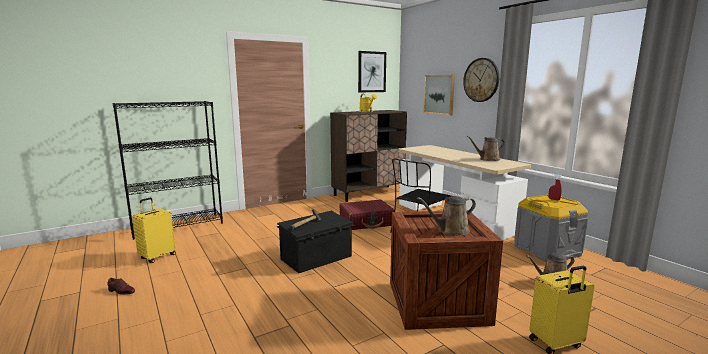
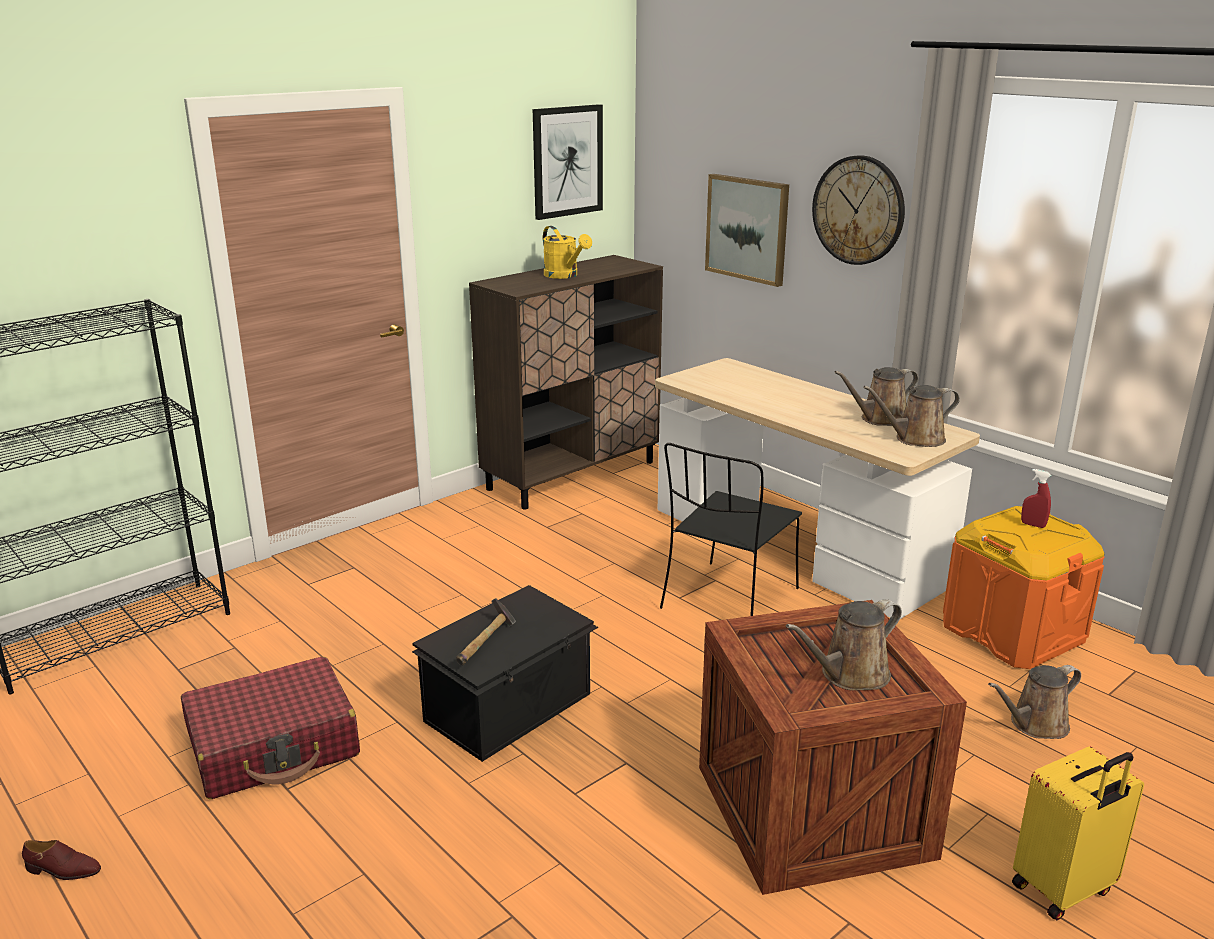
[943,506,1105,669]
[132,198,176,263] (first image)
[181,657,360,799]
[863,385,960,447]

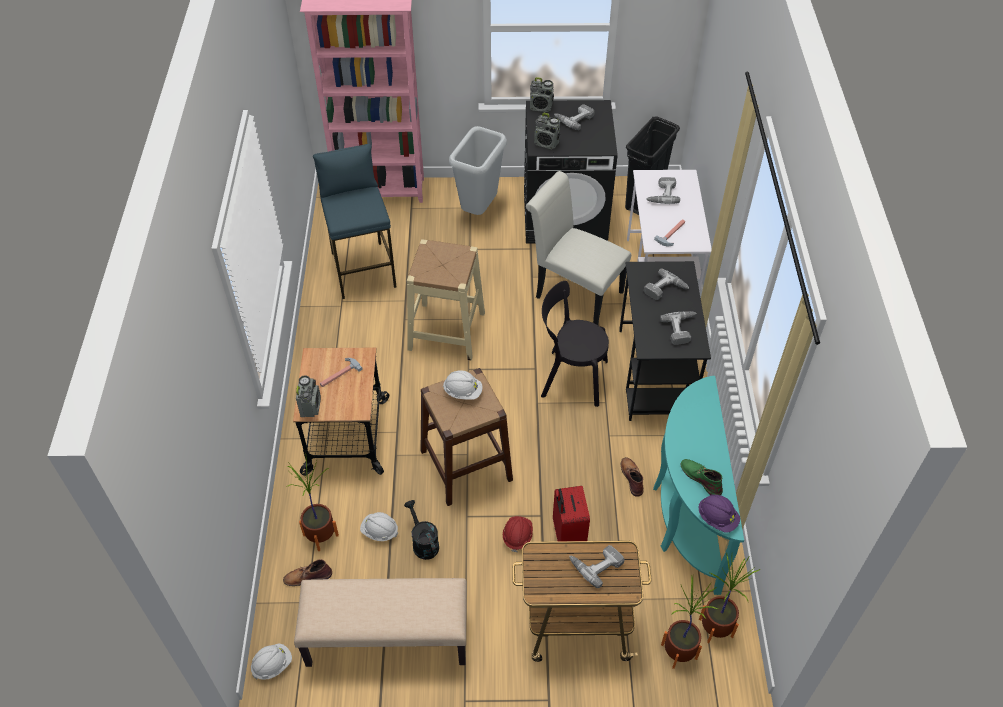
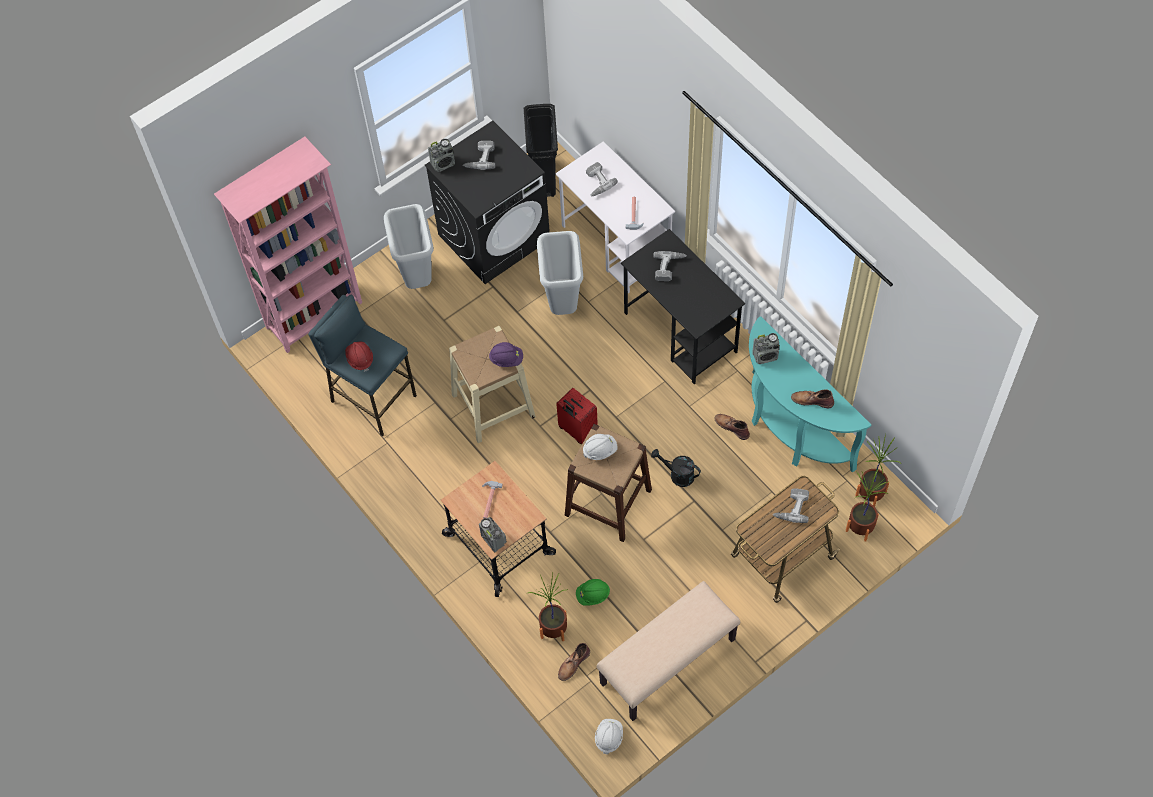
[752,333,780,364]
[537,231,583,315]
[541,281,609,407] (first image)
[660,311,696,345] (first image)
[791,390,834,408]
[556,388,598,444]
[489,342,523,367]
[651,449,701,487]
[576,579,610,606]
[345,342,373,372]

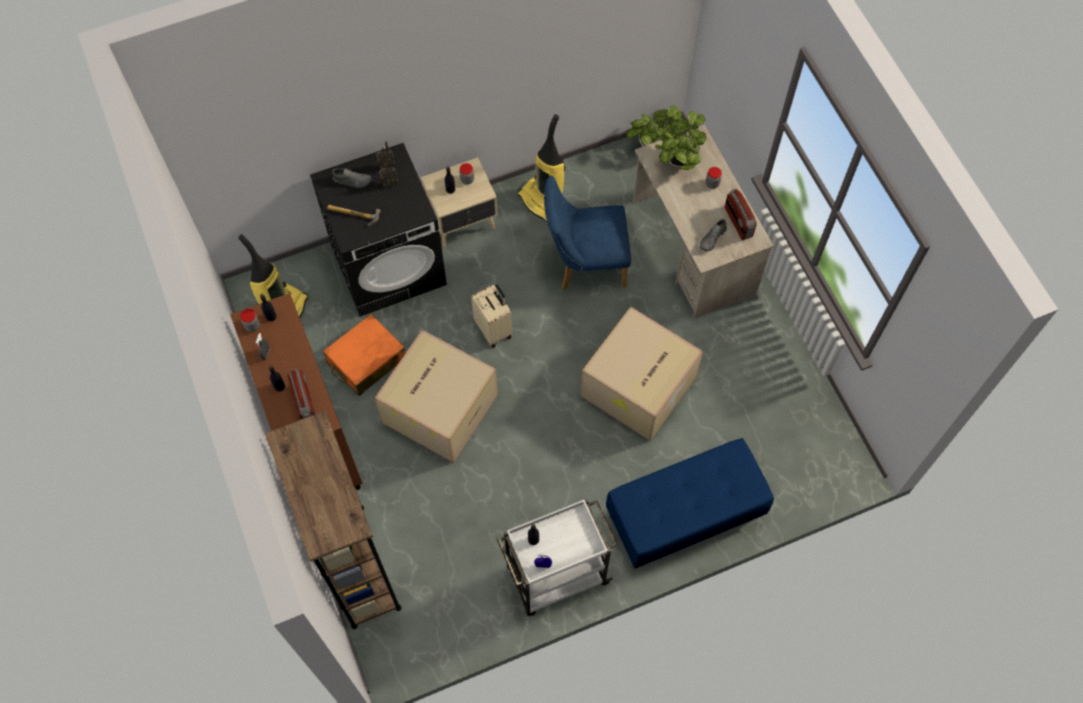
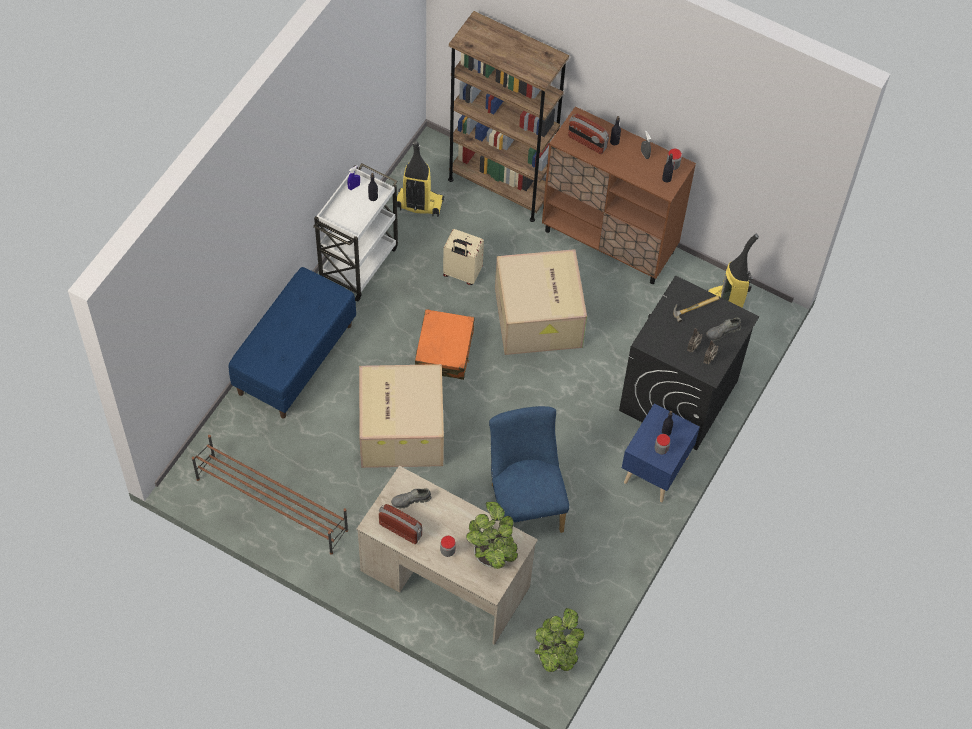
[397,140,444,217]
[622,404,700,502]
[489,406,569,533]
[391,488,431,509]
[443,229,484,285]
[415,309,474,380]
[192,435,348,554]

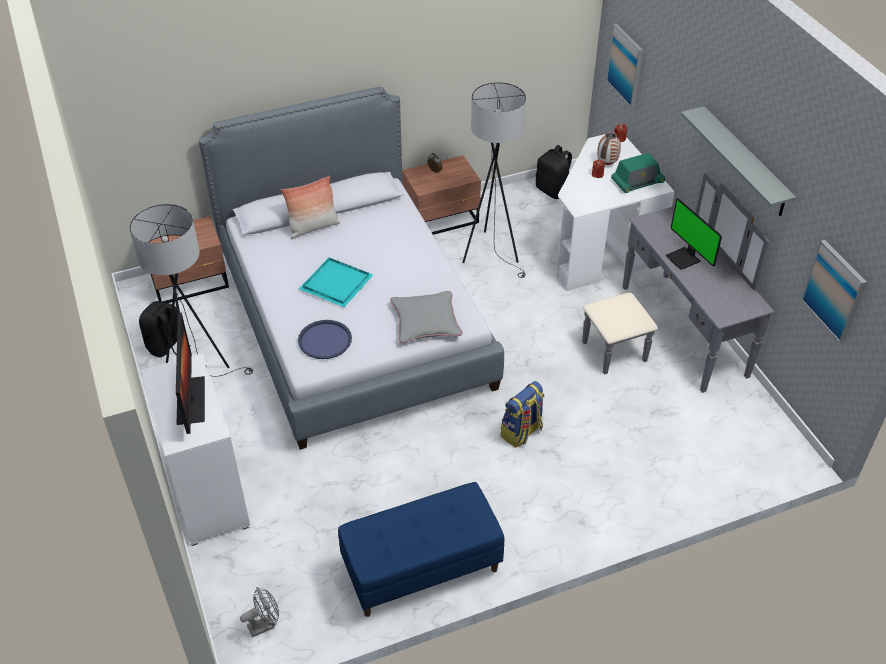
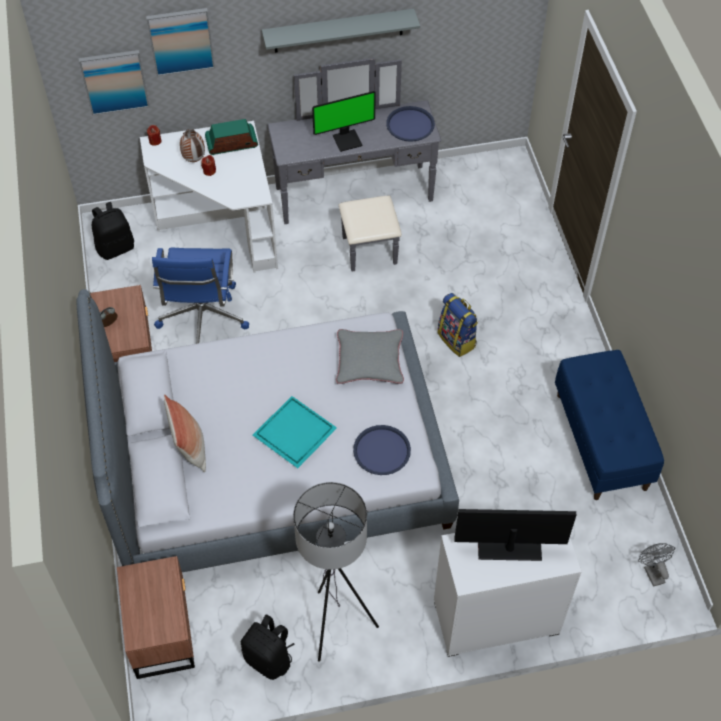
[152,248,249,344]
[205,119,258,155]
[146,8,215,76]
[386,106,435,142]

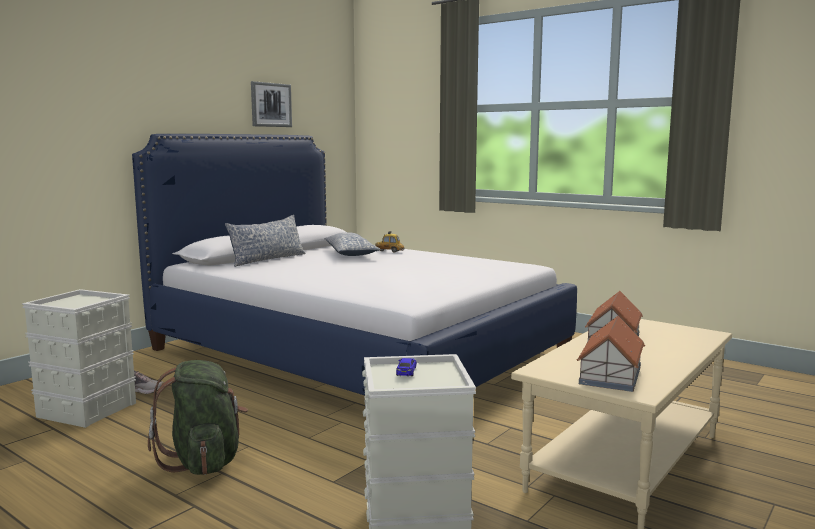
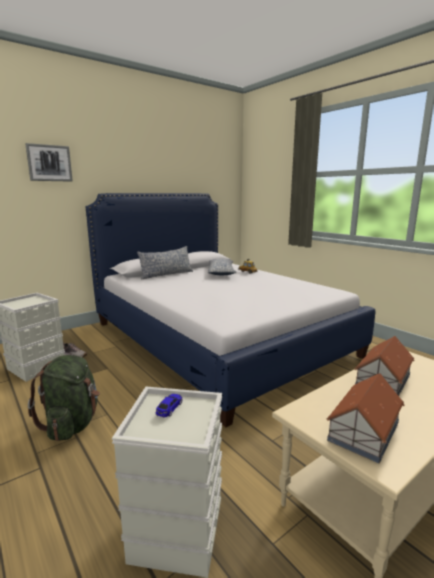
[25,143,73,182]

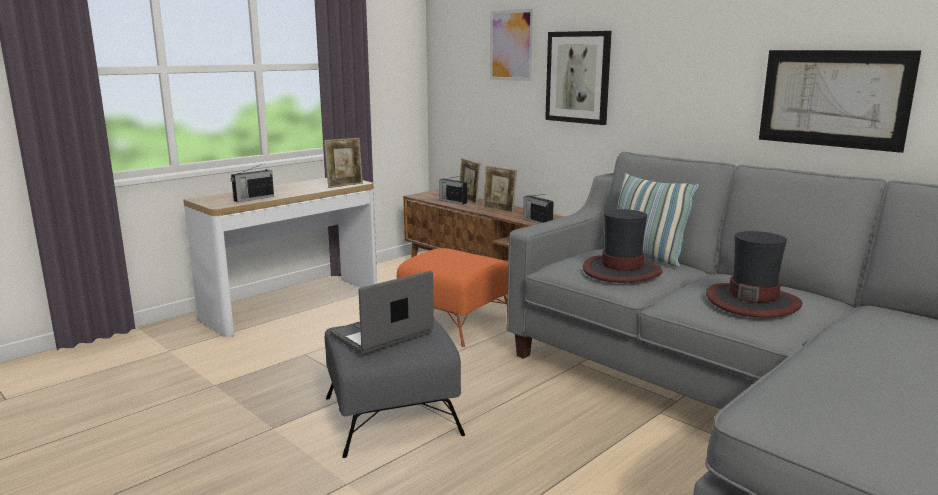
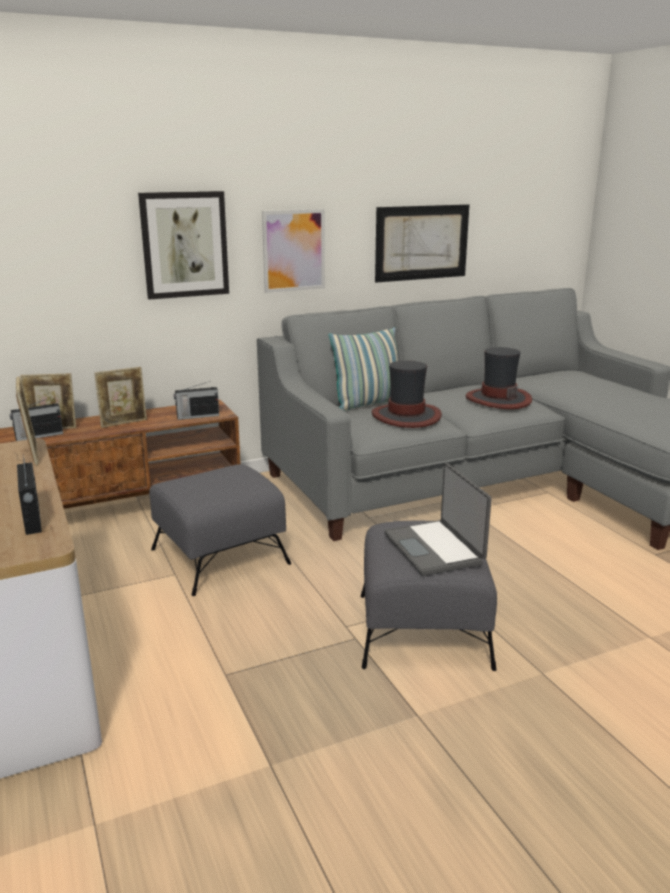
[262,209,325,293]
[149,464,291,596]

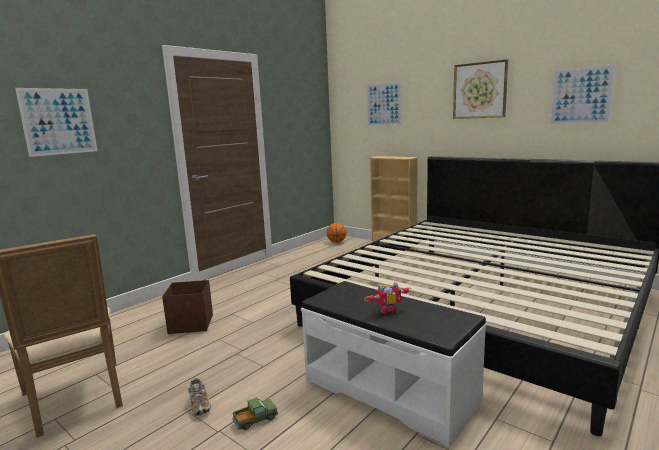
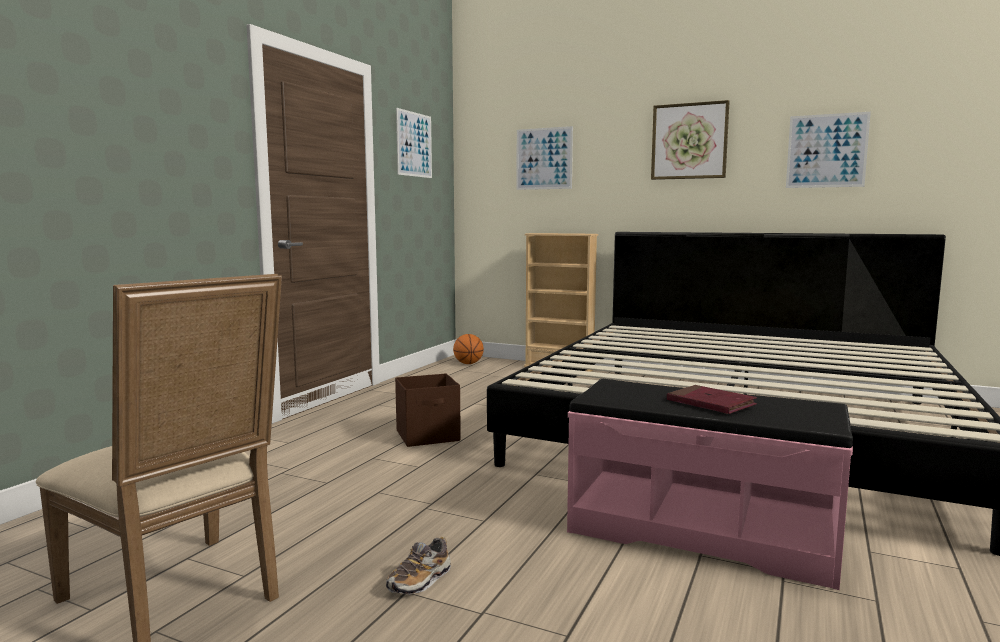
[396,108,432,178]
[395,373,461,447]
[567,379,853,590]
[667,385,757,414]
[386,537,451,595]
[233,398,278,430] (first image)

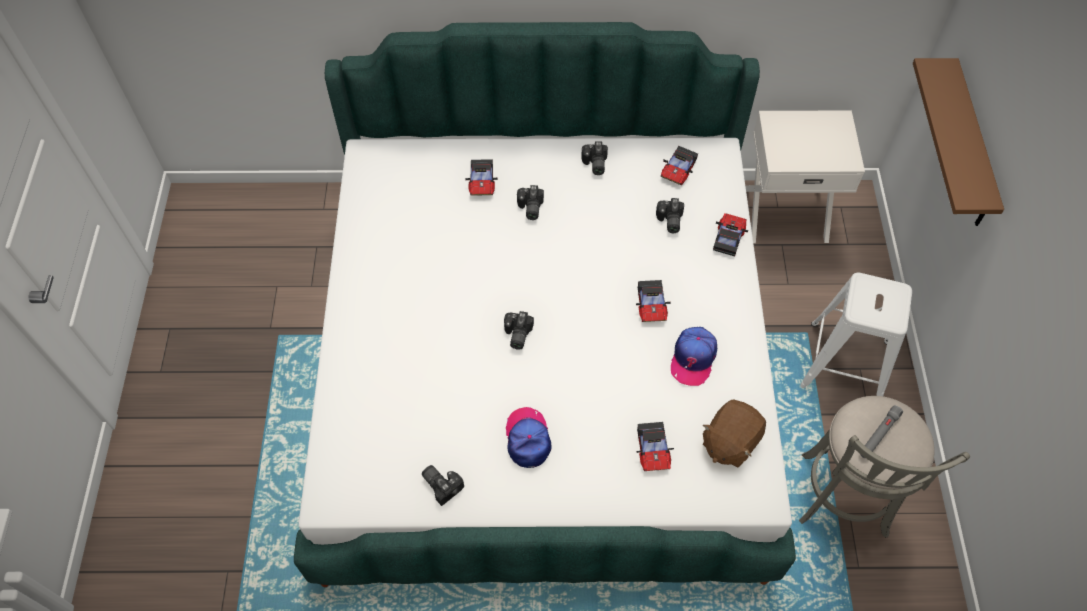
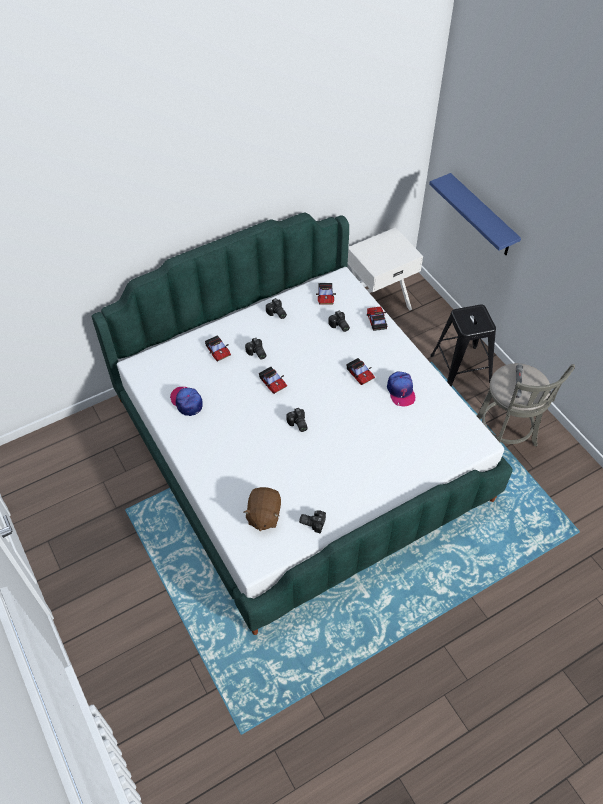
[429,173,521,255]
[430,305,496,386]
[244,487,281,531]
[170,387,203,416]
[259,367,287,394]

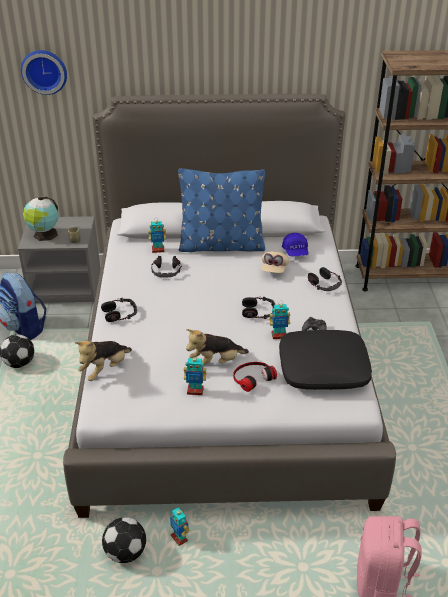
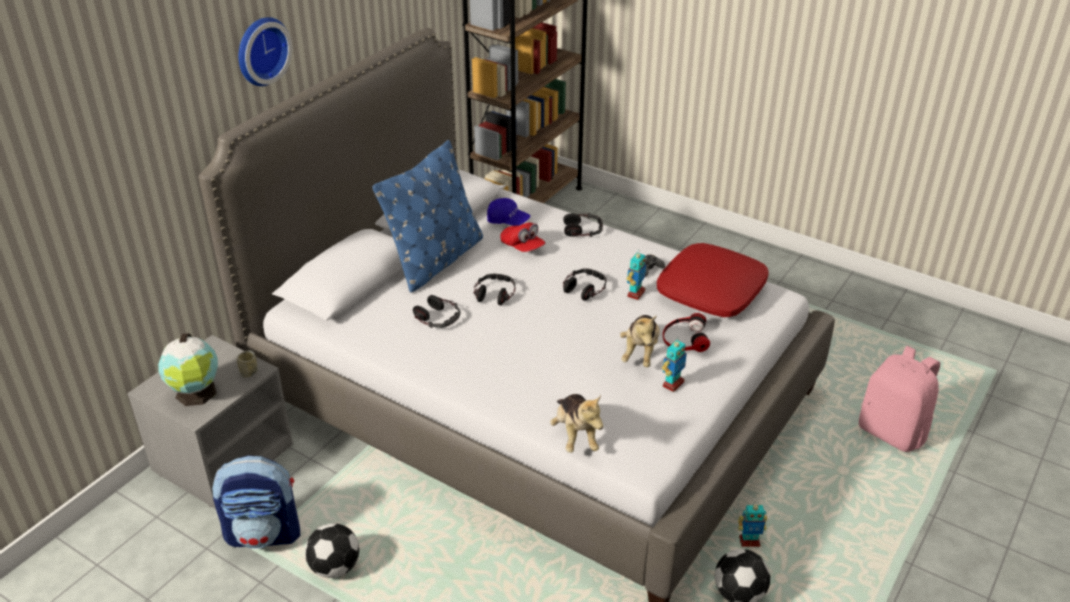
[239,17,292,86]
[148,220,166,253] (first image)
[500,223,545,252]
[474,274,515,305]
[657,243,768,317]

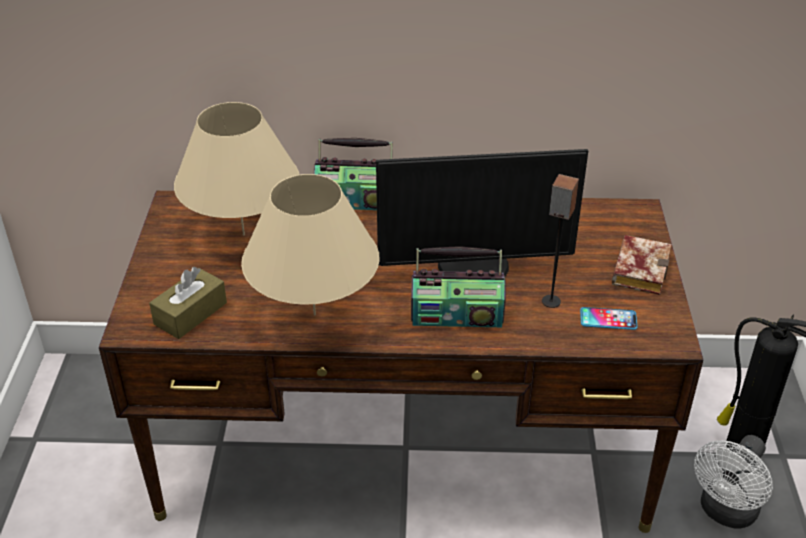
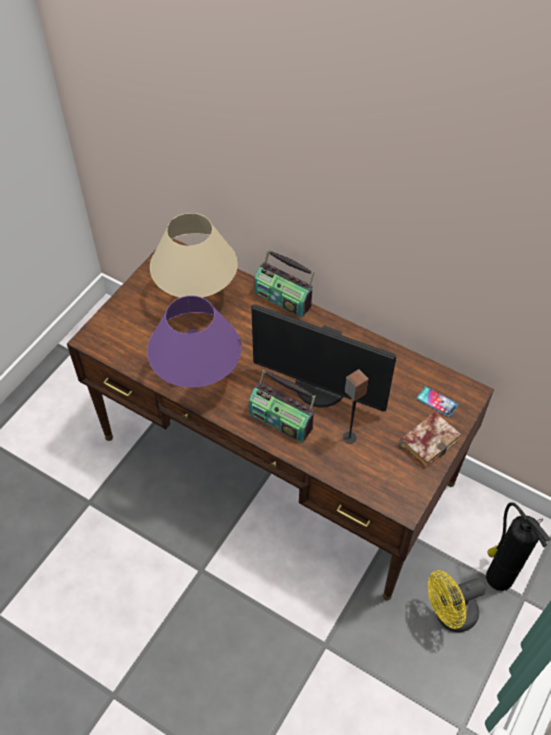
[147,296,242,388]
[149,267,227,339] (first image)
[417,386,458,417]
[428,570,486,632]

